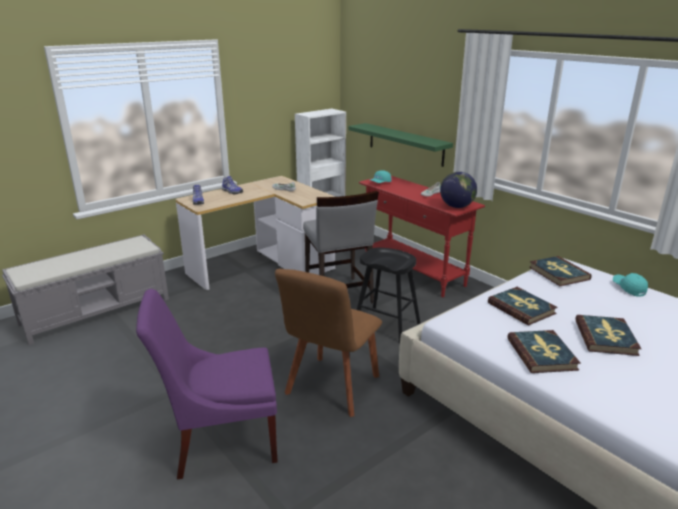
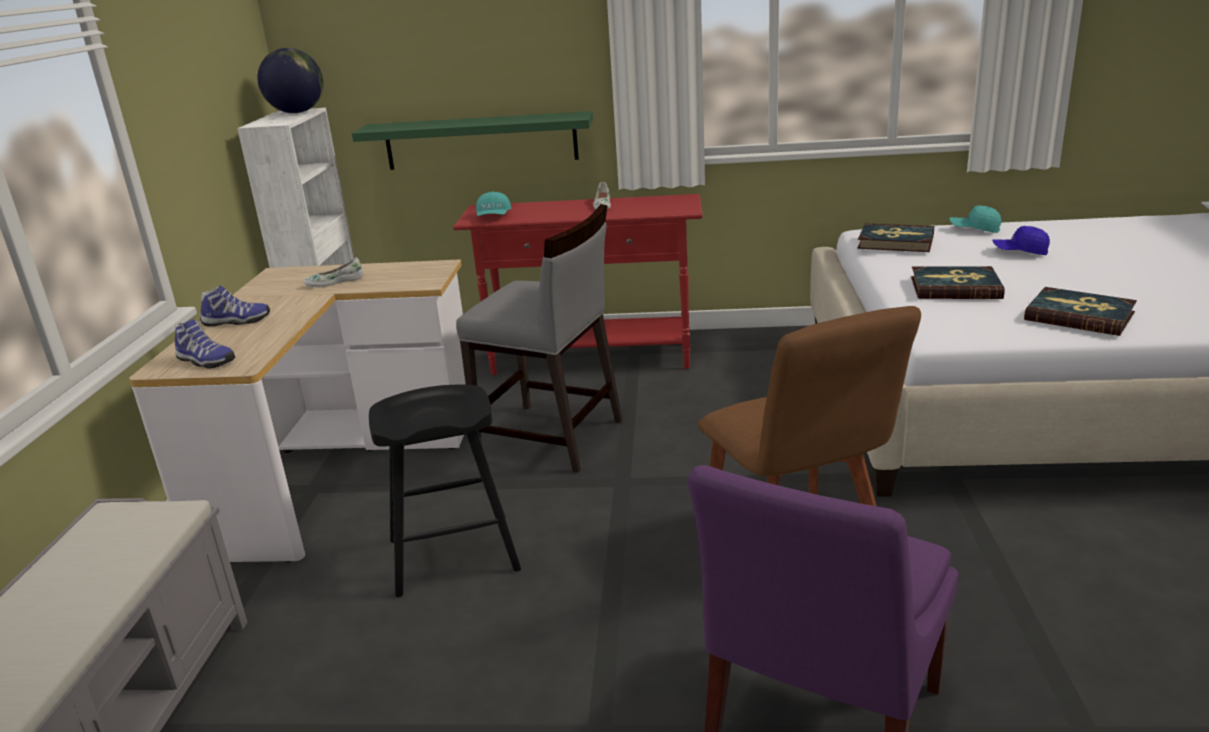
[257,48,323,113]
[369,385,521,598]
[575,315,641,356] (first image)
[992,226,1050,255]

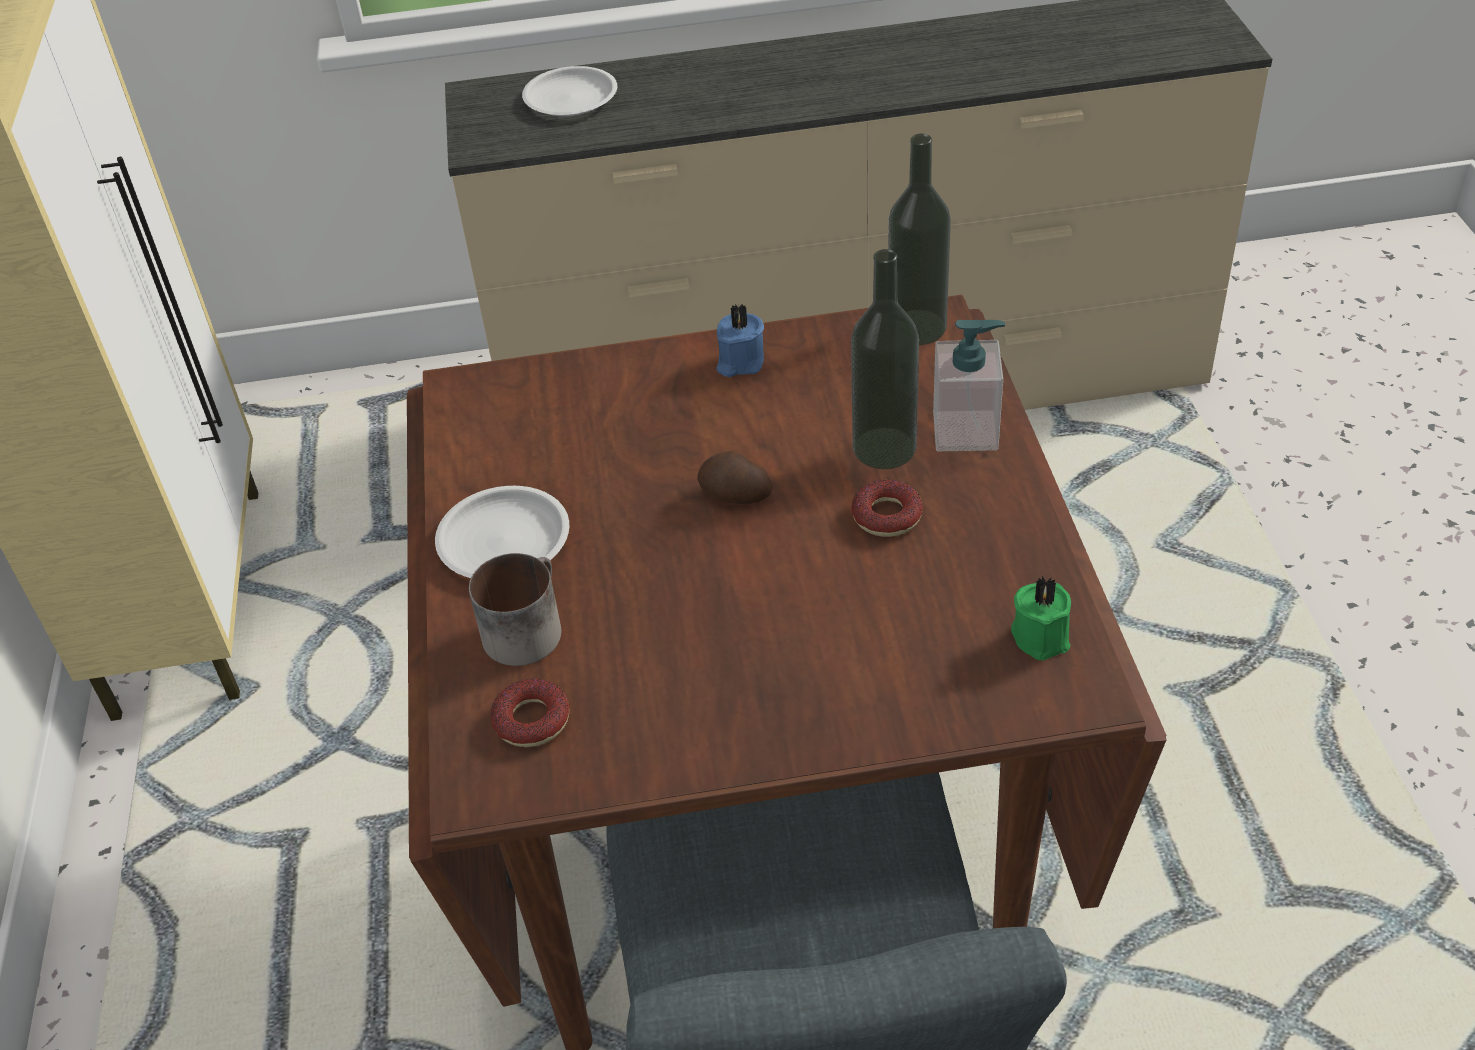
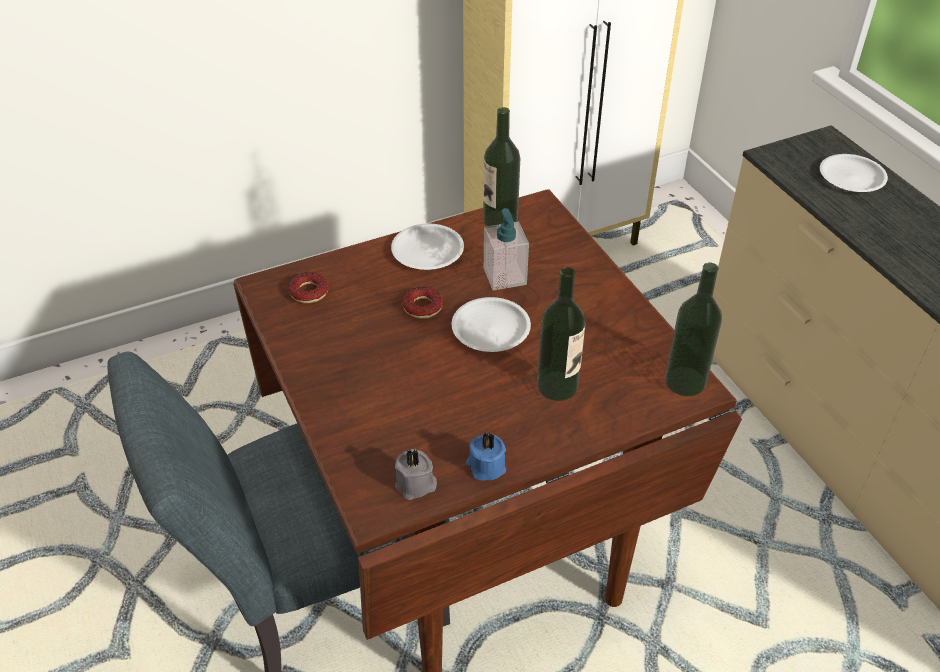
[466,433,506,481]
[484,208,529,290]
[452,297,531,352]
[402,286,443,319]
[469,553,561,666] (first image)
[395,449,437,500]
[483,107,520,226]

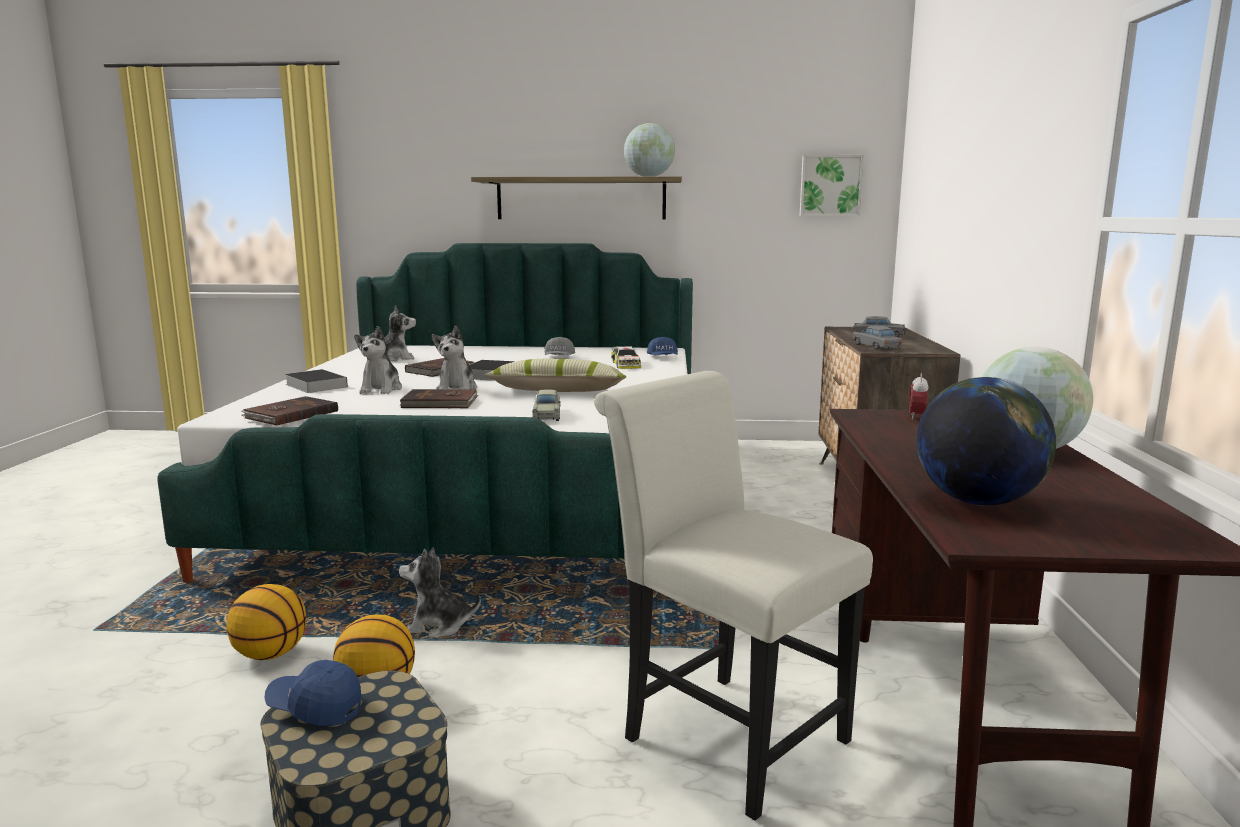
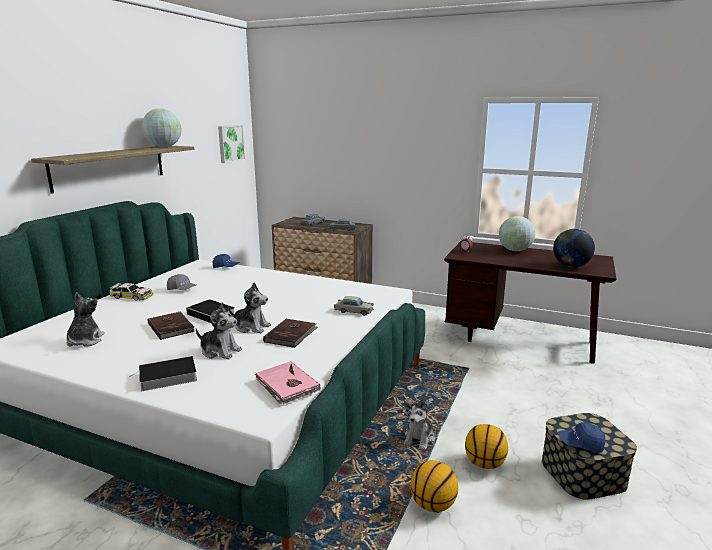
[109,283,153,301]
[485,358,627,392] (first image)
[594,371,873,821] (first image)
[255,361,321,404]
[558,422,606,453]

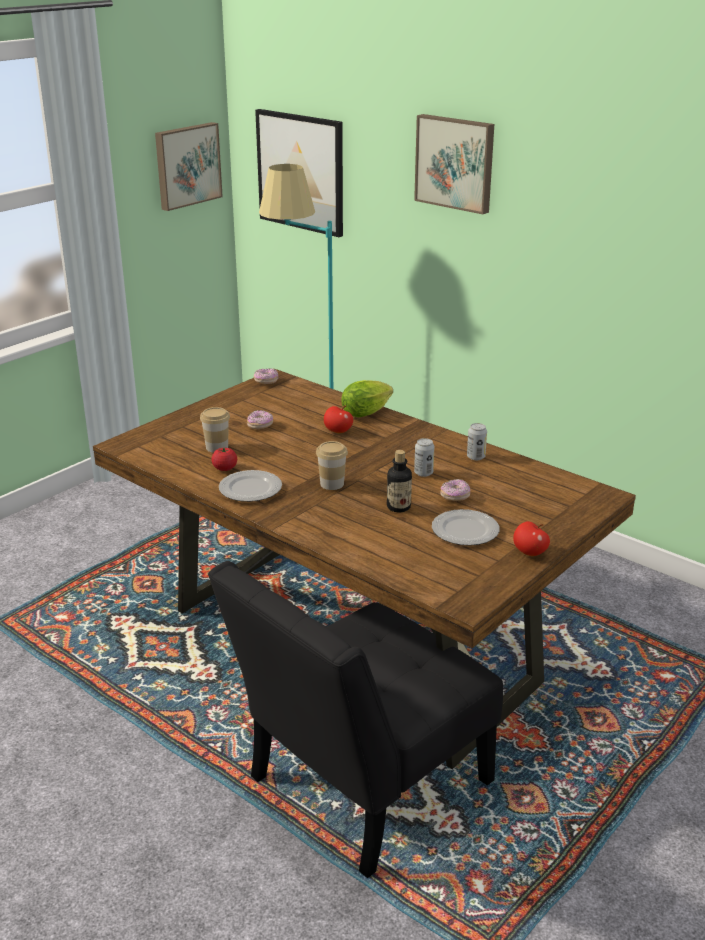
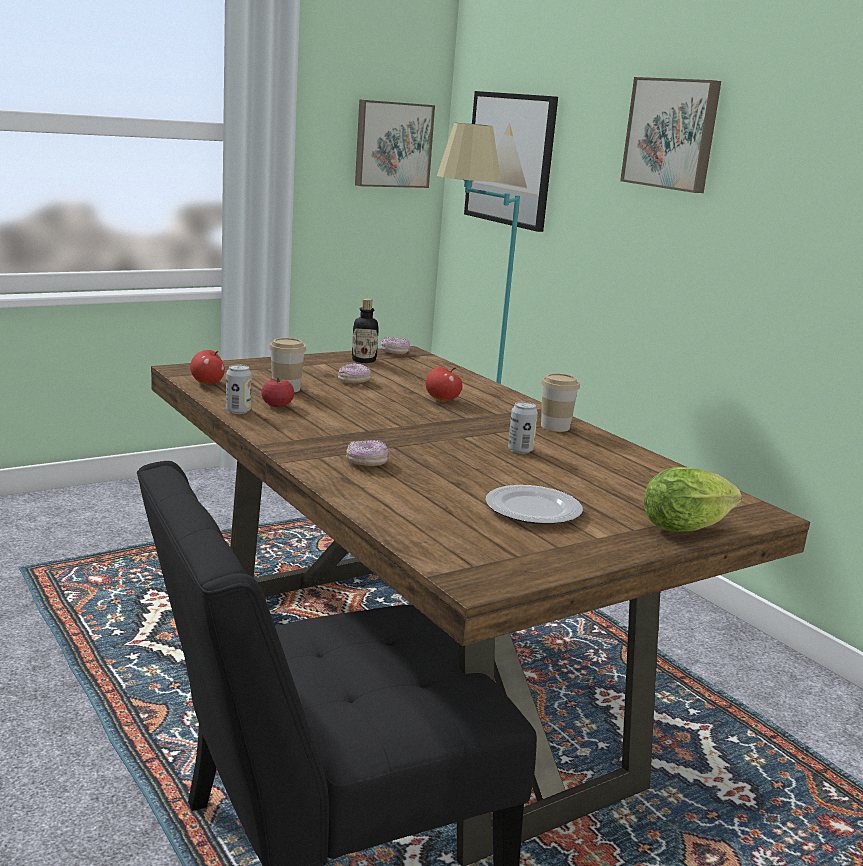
[644,467,742,532]
[226,365,252,414]
[541,373,580,432]
[352,299,379,363]
[219,470,282,502] (first image)
[346,440,389,466]
[190,350,225,385]

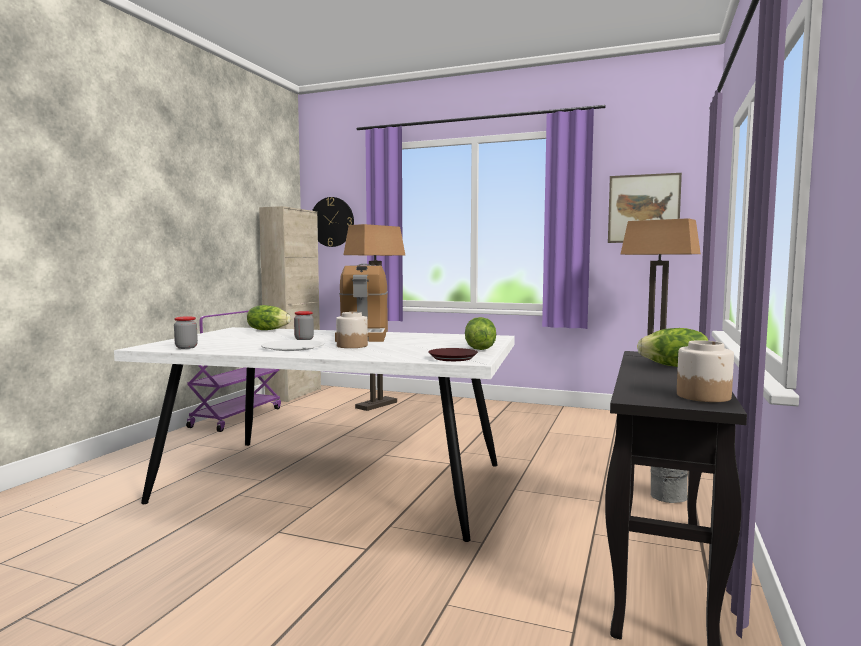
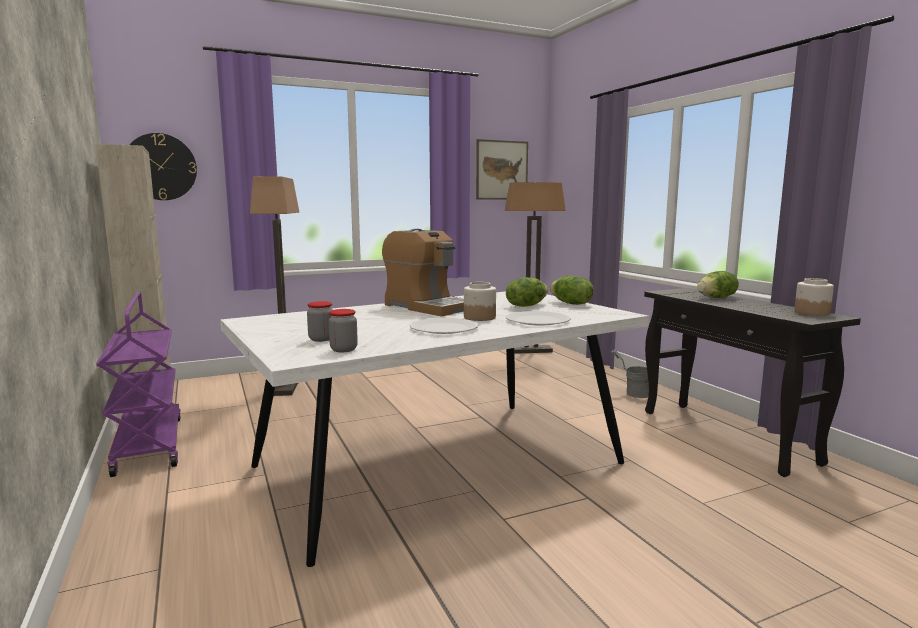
[506,277,548,307]
[307,301,333,342]
[428,348,478,361] (first image)
[506,311,571,326]

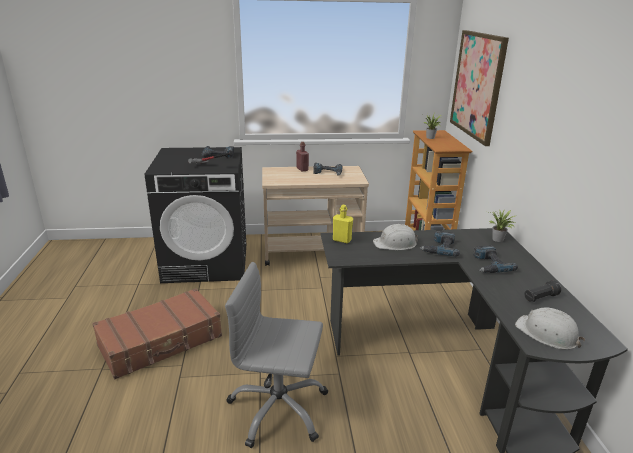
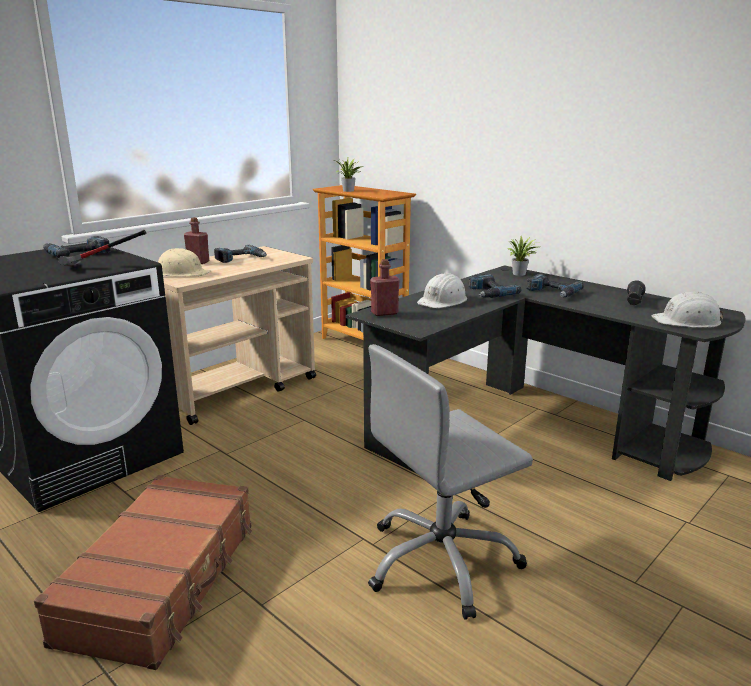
[450,30,509,146] (first image)
[370,259,400,316]
[158,248,211,276]

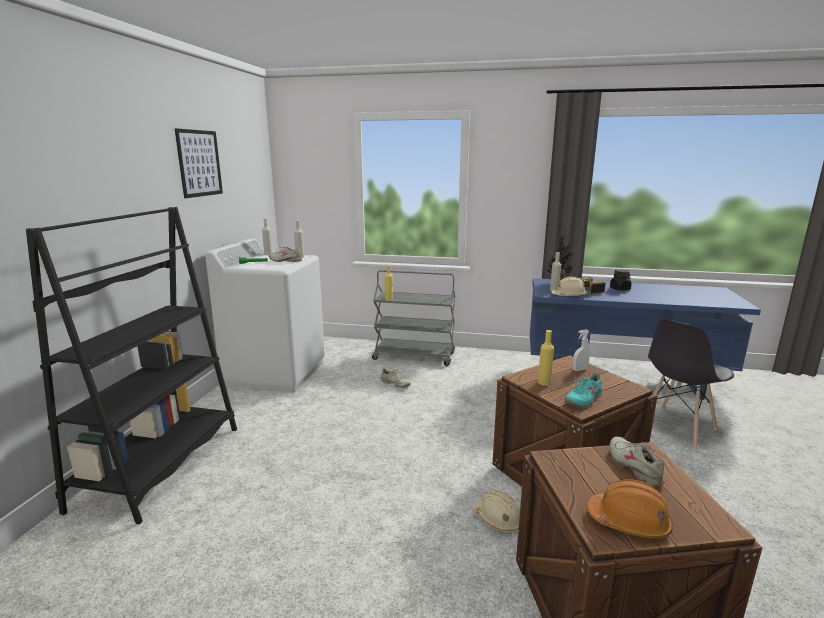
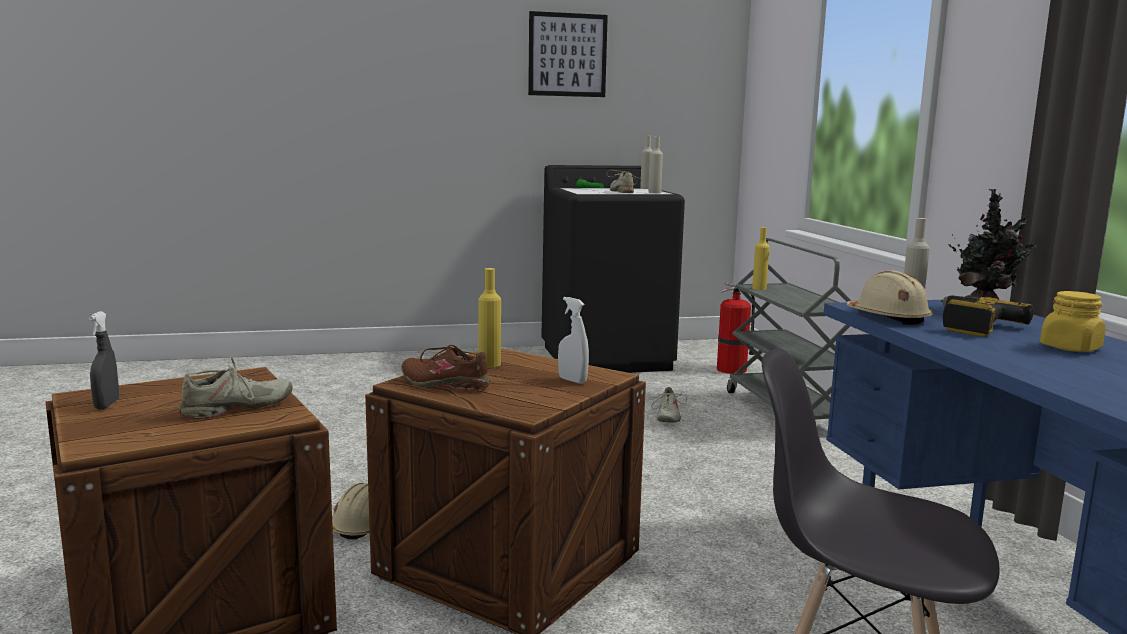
[26,207,237,524] (first image)
[541,165,685,373]
[1040,291,1106,352]
[401,345,490,391]
[89,311,119,409]
[717,282,755,374]

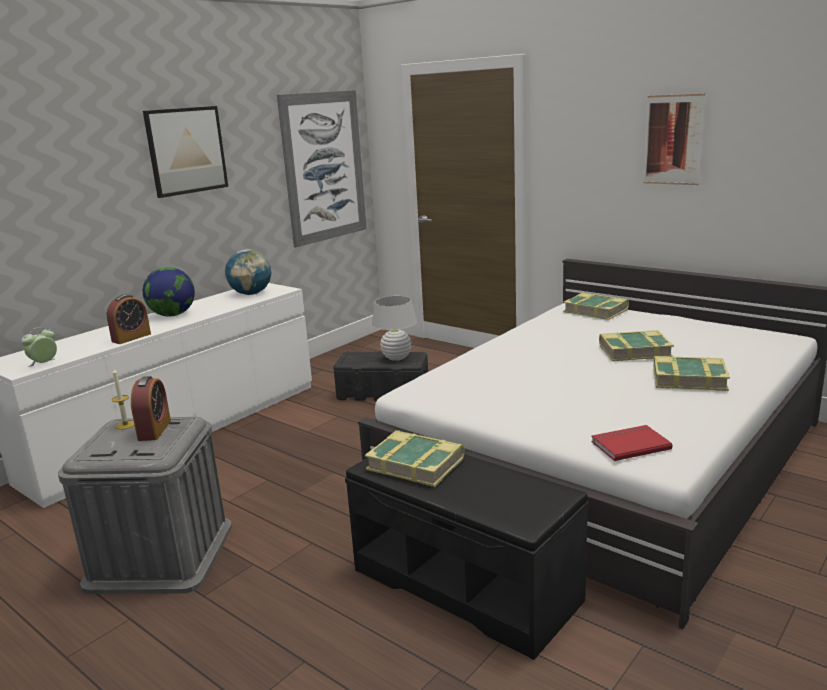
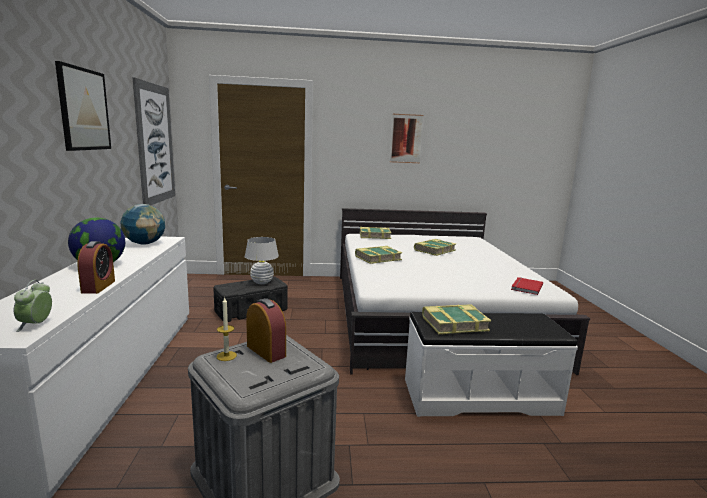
[355,246,402,264]
[405,312,578,417]

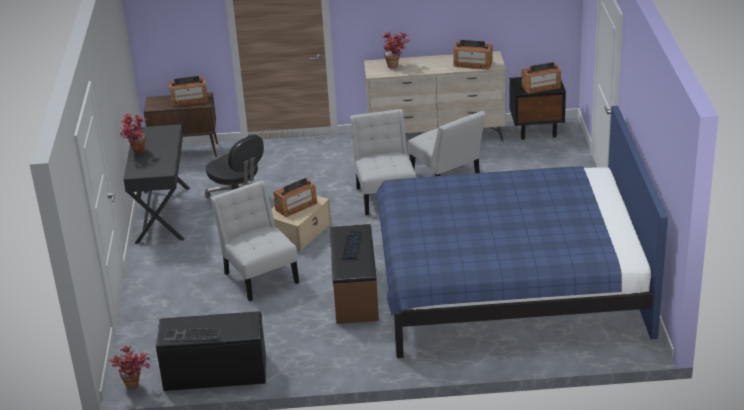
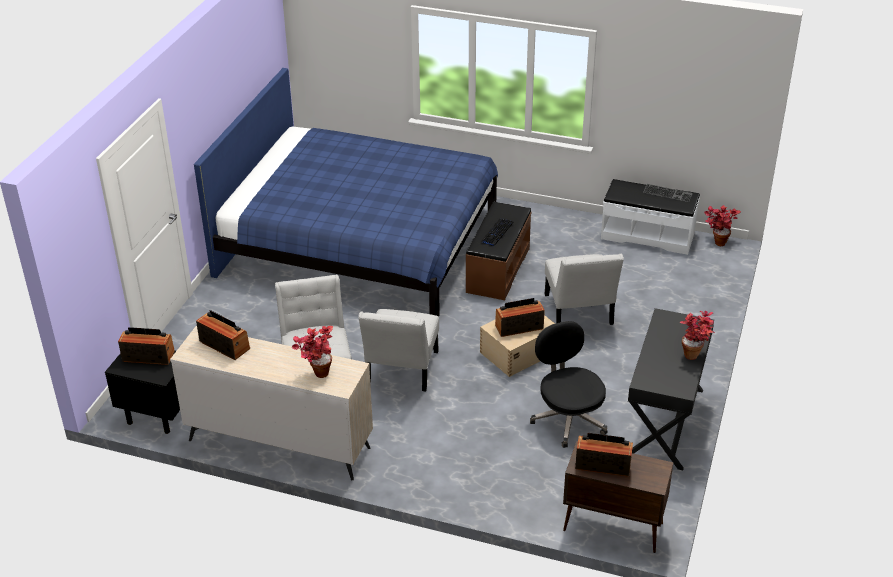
[601,179,700,255]

